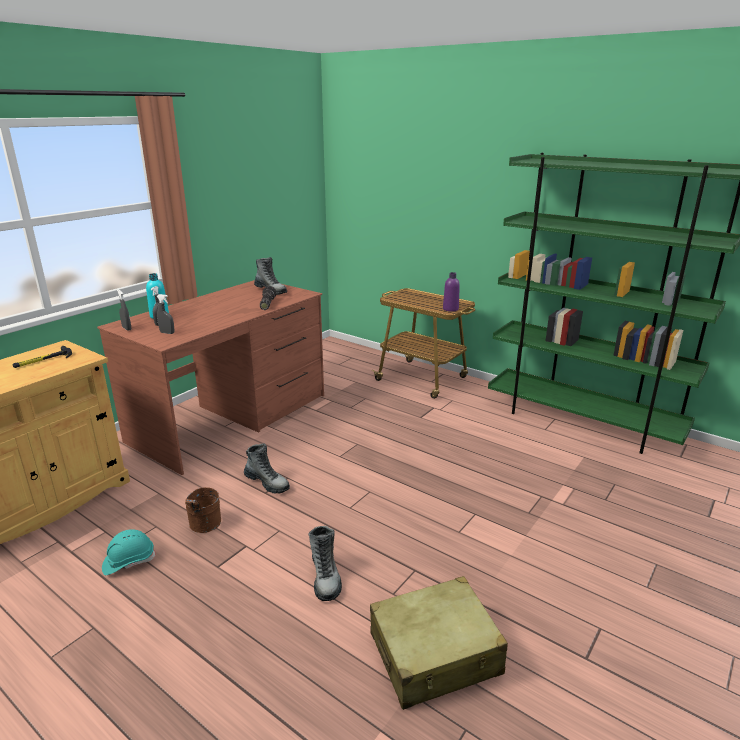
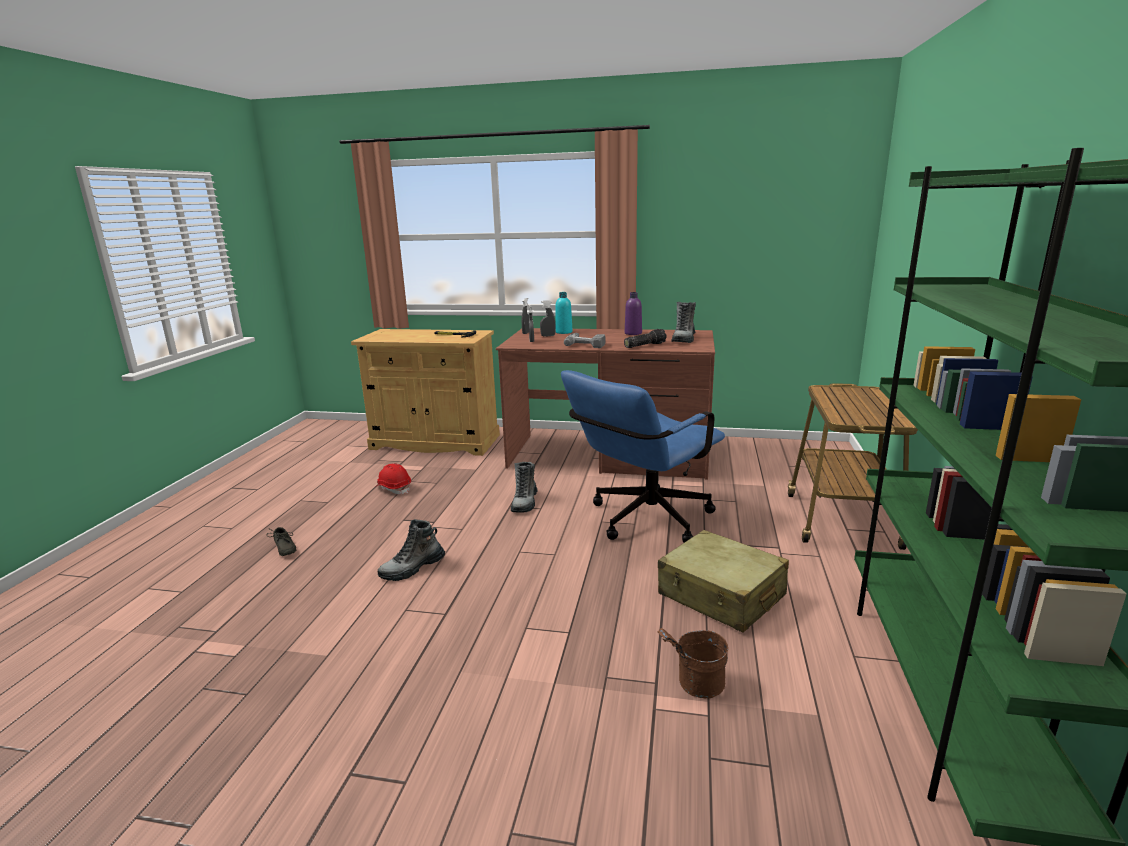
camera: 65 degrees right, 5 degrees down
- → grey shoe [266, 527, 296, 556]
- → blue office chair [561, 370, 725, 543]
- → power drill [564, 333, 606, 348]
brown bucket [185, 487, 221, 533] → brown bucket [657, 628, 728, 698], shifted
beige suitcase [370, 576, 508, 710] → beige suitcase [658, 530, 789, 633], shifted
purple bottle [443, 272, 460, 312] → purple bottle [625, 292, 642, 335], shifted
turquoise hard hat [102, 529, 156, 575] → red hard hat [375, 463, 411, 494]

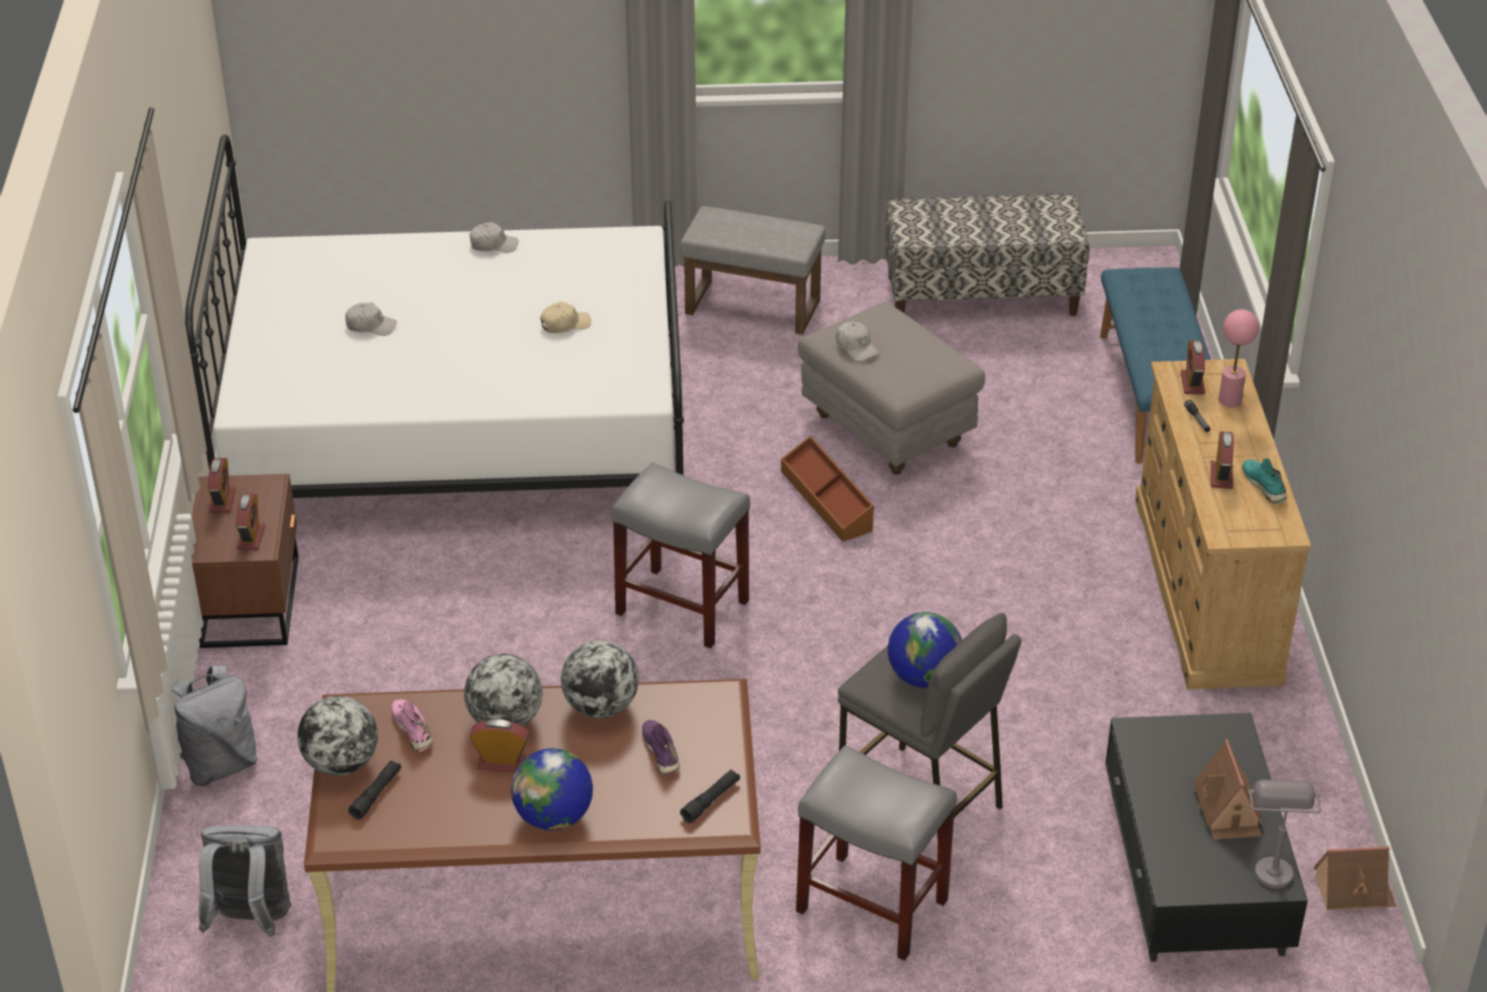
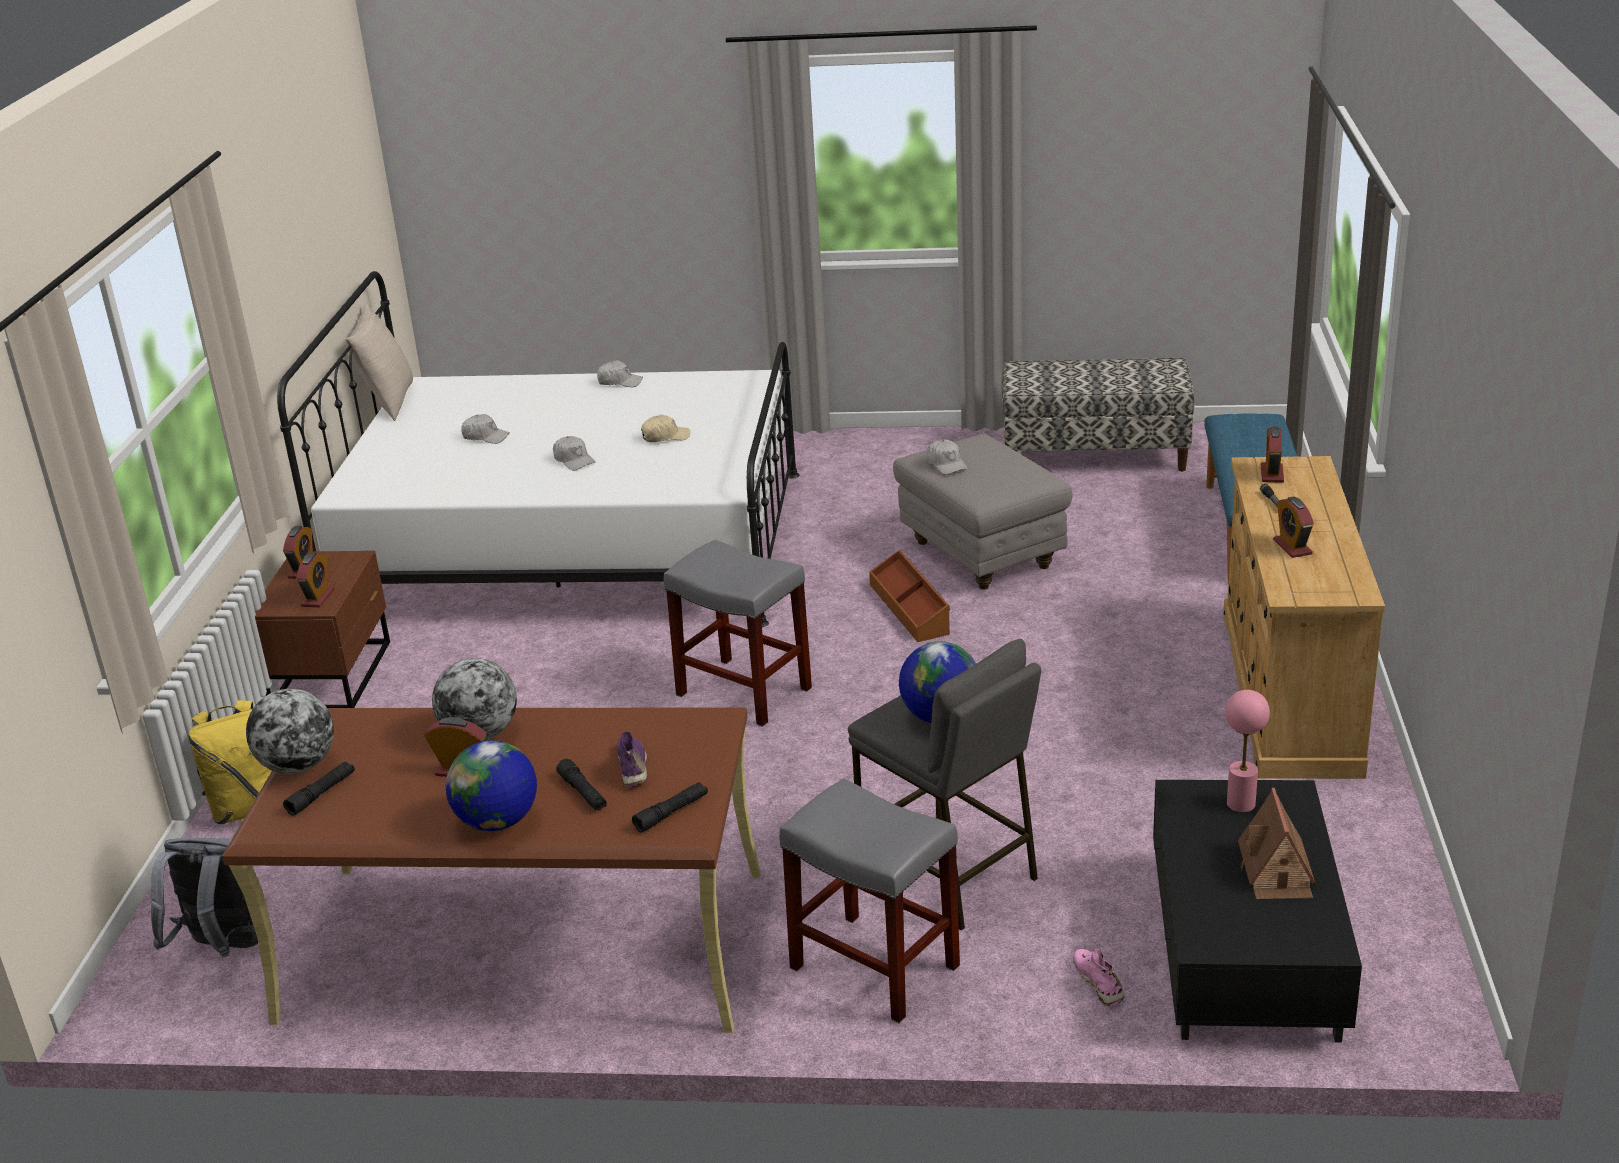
camera: 10 degrees right, 10 degrees down
globe [561, 640, 639, 718] → -
grey ottoman [680, 206, 825, 335] → -
turquoise shoe [1242, 458, 1287, 504] → -
grey table lamp [1248, 780, 1321, 889] → -
toy house [1313, 846, 1397, 914] → -
- → beige pillow [346, 304, 413, 421]
- → white cap [553, 436, 596, 471]
- → black flashlight [556, 759, 607, 811]
pink shoe [391, 700, 433, 752] → pink shoe [1073, 949, 1125, 1006], shifted
pink table lamp [1218, 309, 1259, 407] → pink table lamp [1225, 690, 1270, 812], shifted
grey backpack [171, 665, 258, 786] → yellow backpack [189, 700, 272, 824]
alarm clock [1211, 431, 1234, 489] → alarm clock [1273, 496, 1314, 558], 150 degrees clockwise

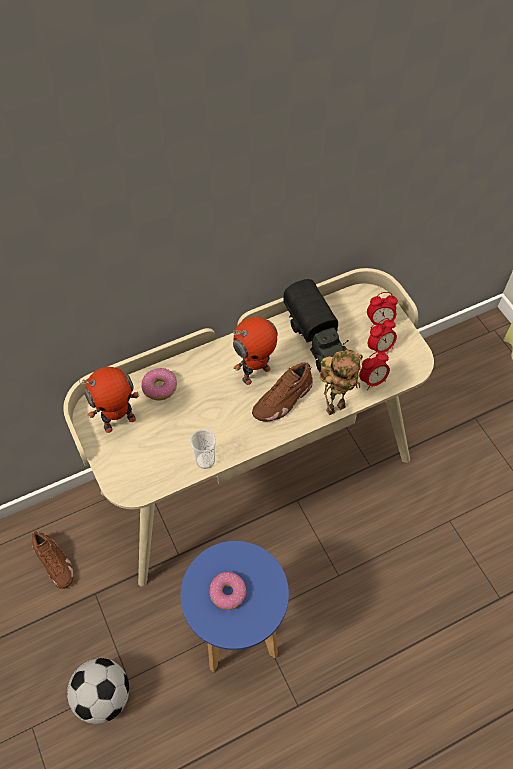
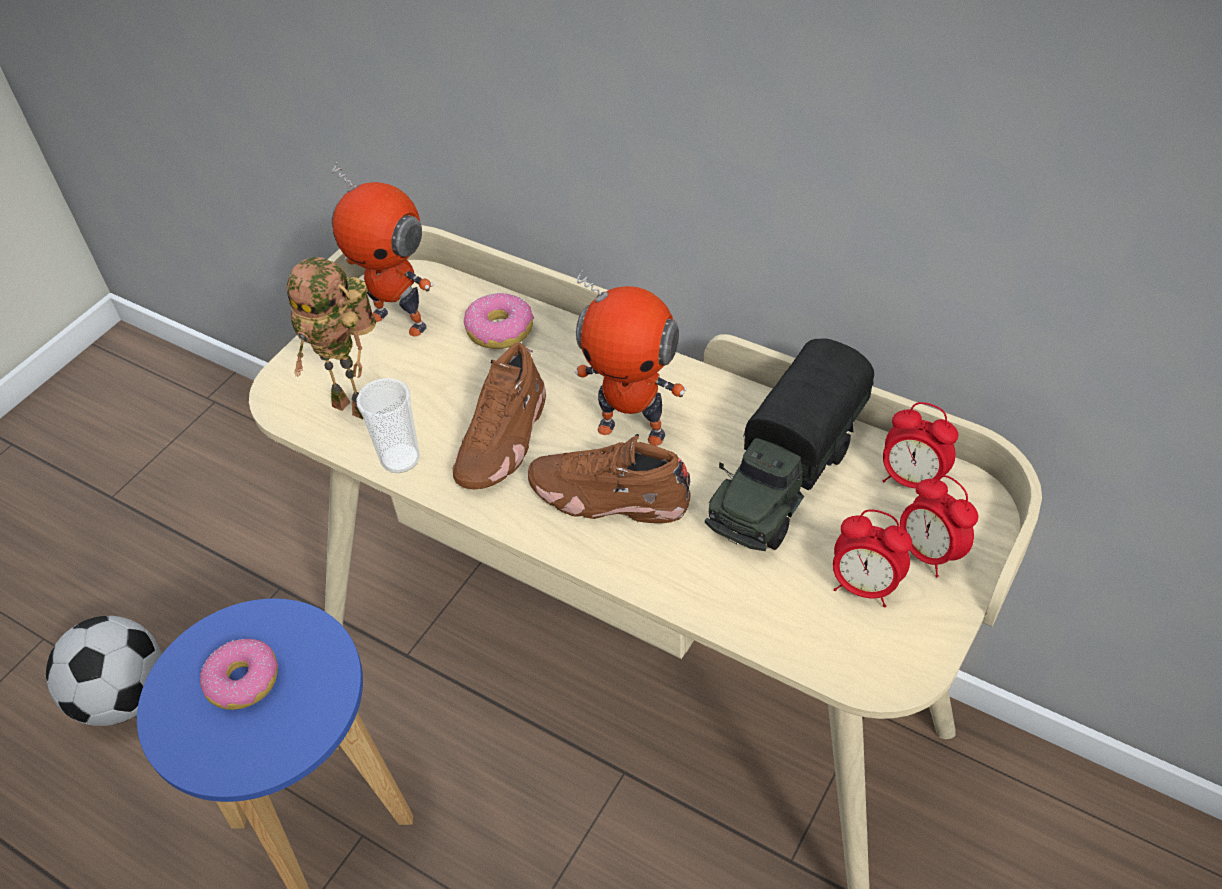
camera: 60 degrees right, 10 degrees down
brown shoe [32, 531, 74, 589] → brown shoe [453, 342, 546, 489], shifted
toy robot [319, 350, 363, 415] → toy robot [287, 257, 376, 419], shifted
alarm clock [359, 351, 390, 390] → alarm clock [883, 402, 958, 489], shifted

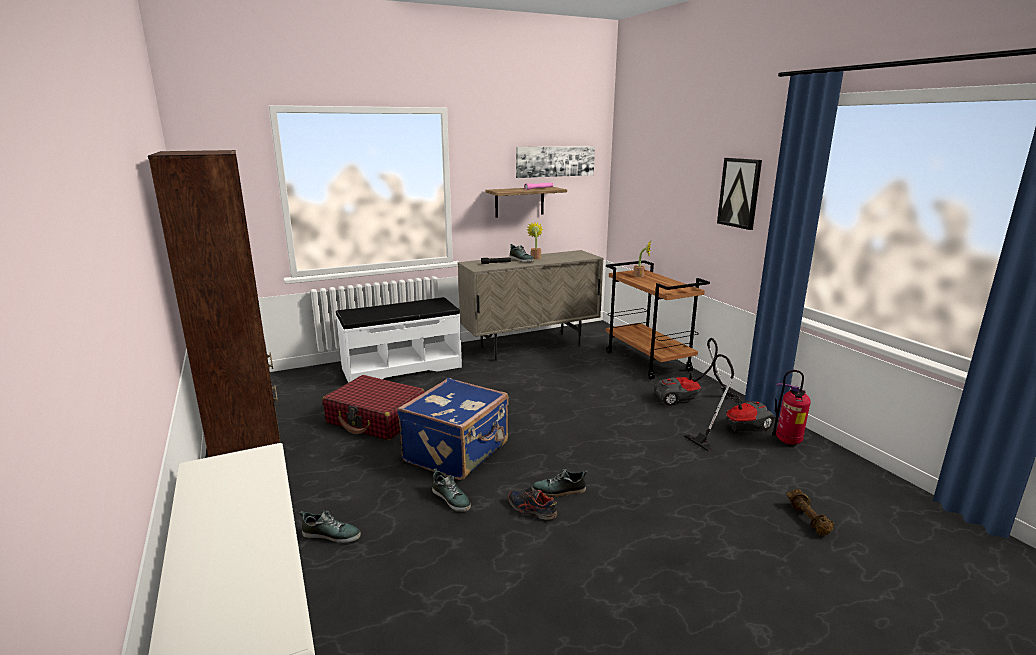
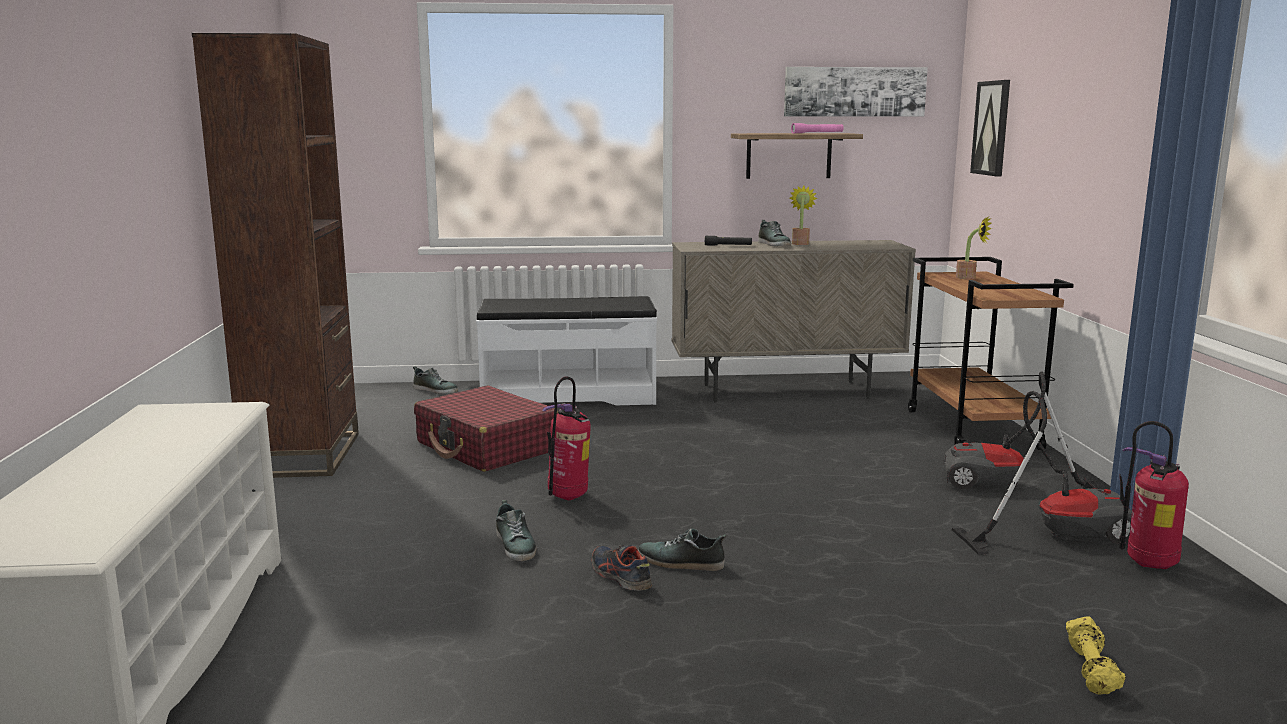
camera: 20 degrees right, 5 degrees down
shoe [300, 510, 361, 543] → shoe [413, 366, 458, 394], shifted
picture [717, 158, 762, 230] → picture [970, 80, 1010, 176], shifted
blue suitcase [397, 378, 509, 480] → fire extinguisher [542, 376, 591, 500]
brown dumbbell [787, 489, 834, 535] → yellow dumbbell [1066, 616, 1126, 695]

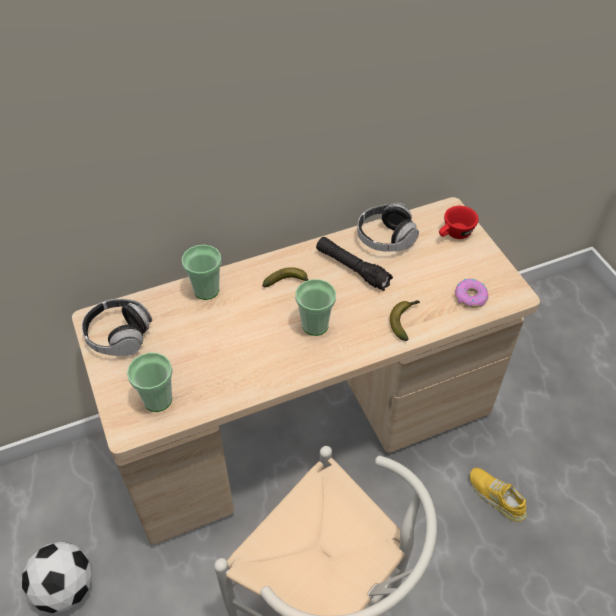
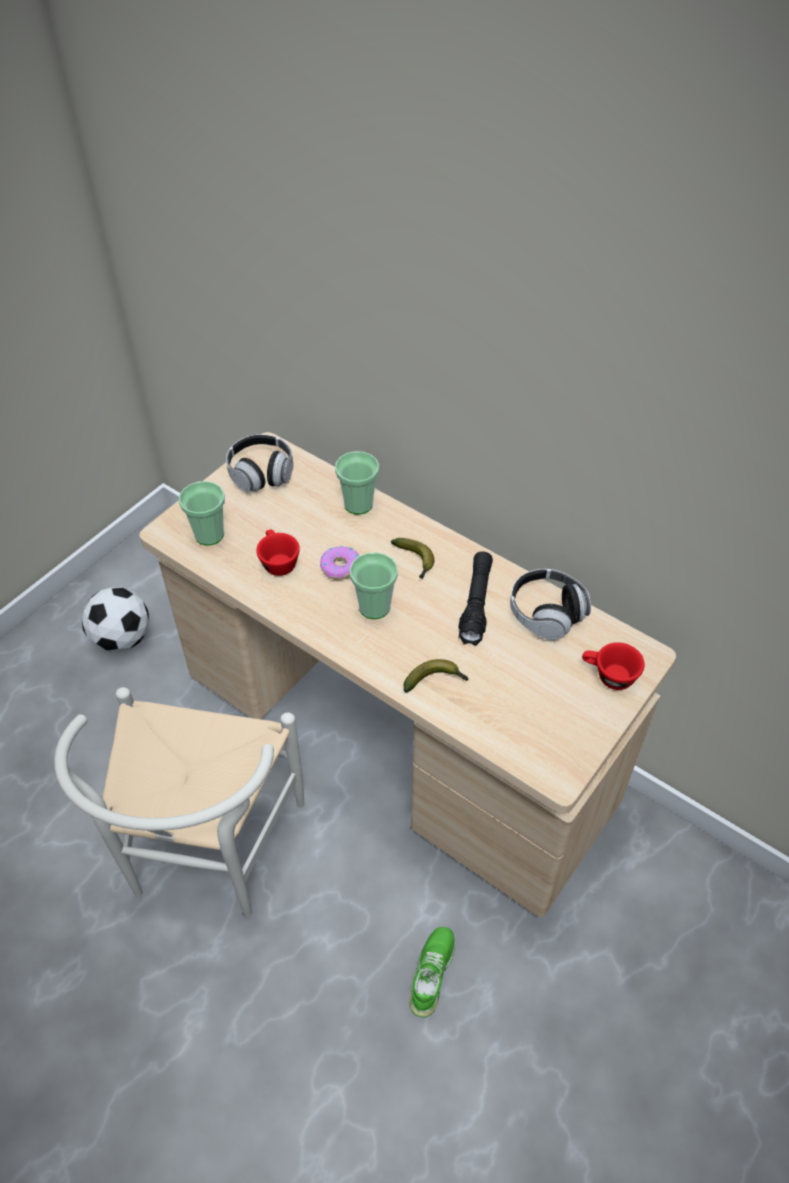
camera: 60 degrees right, 0 degrees up
- → red cup [256, 530, 300, 576]
donut [455, 279, 488, 308] → donut [320, 545, 359, 580], shifted
yellow shoe [470, 468, 527, 522] → green shoe [409, 927, 455, 1018]

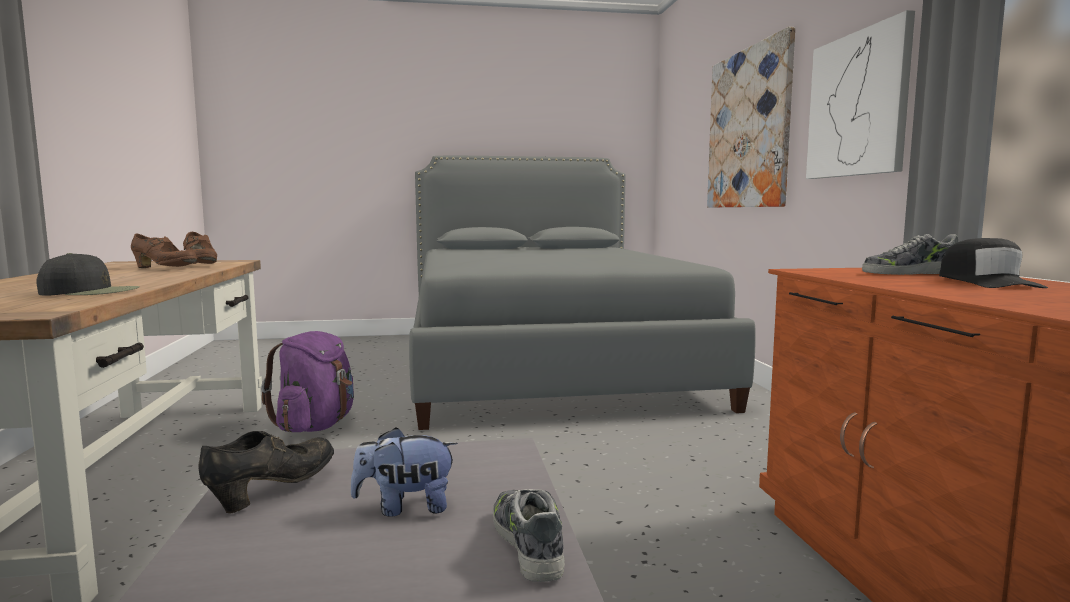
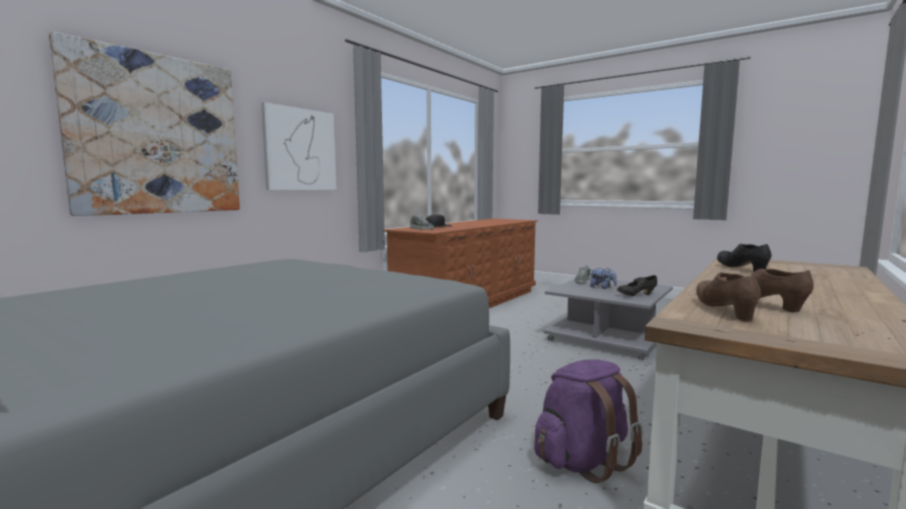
camera: 135 degrees left, 0 degrees up
black cap [37, 253, 139, 295] → black shoe [717, 244, 771, 272]

